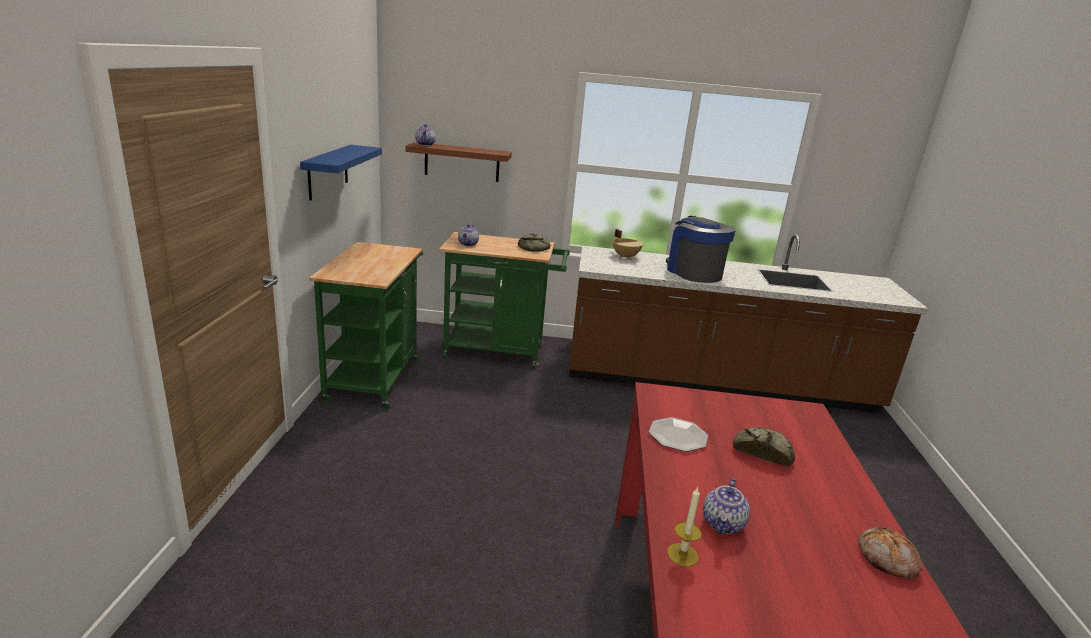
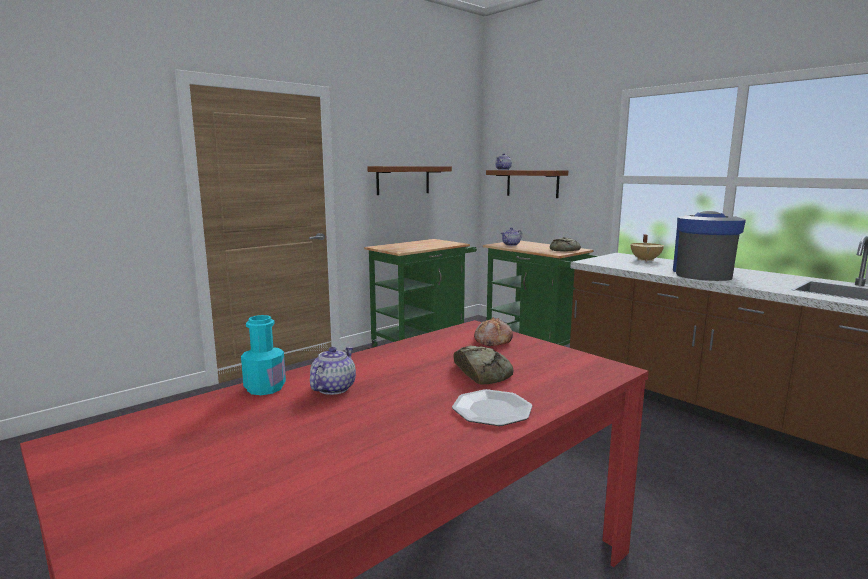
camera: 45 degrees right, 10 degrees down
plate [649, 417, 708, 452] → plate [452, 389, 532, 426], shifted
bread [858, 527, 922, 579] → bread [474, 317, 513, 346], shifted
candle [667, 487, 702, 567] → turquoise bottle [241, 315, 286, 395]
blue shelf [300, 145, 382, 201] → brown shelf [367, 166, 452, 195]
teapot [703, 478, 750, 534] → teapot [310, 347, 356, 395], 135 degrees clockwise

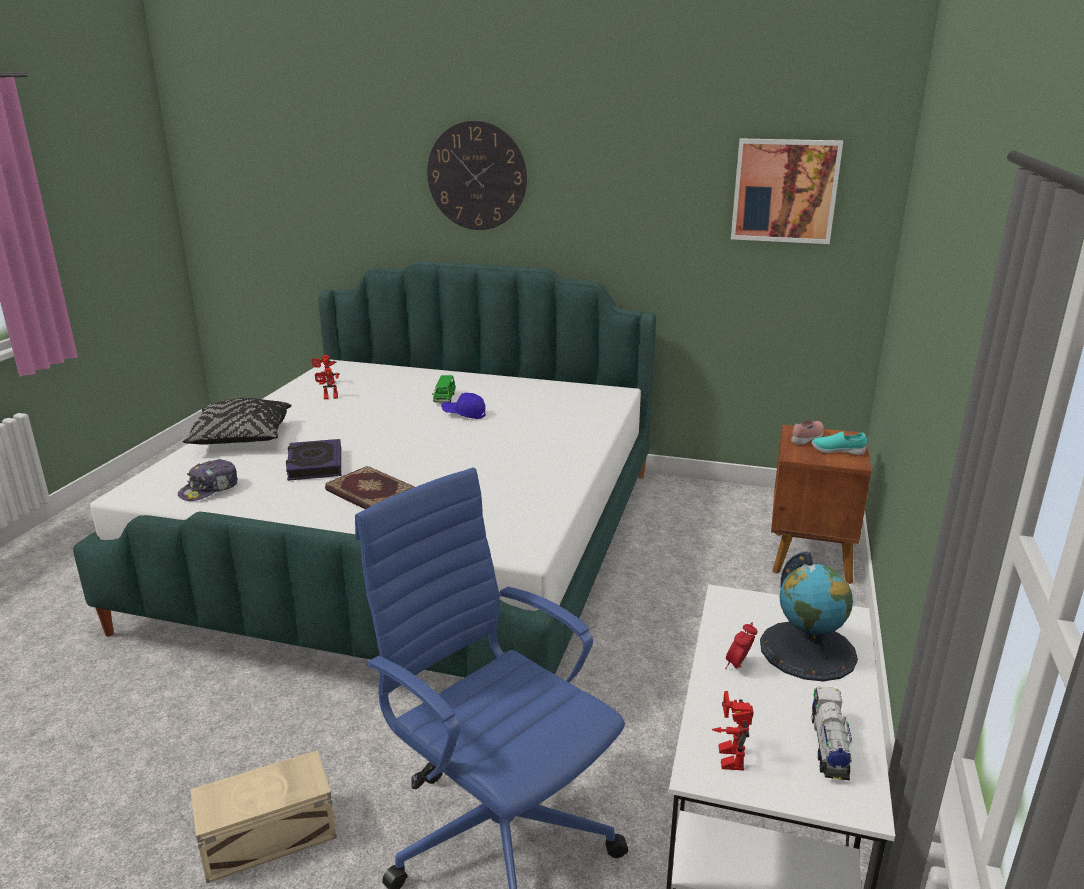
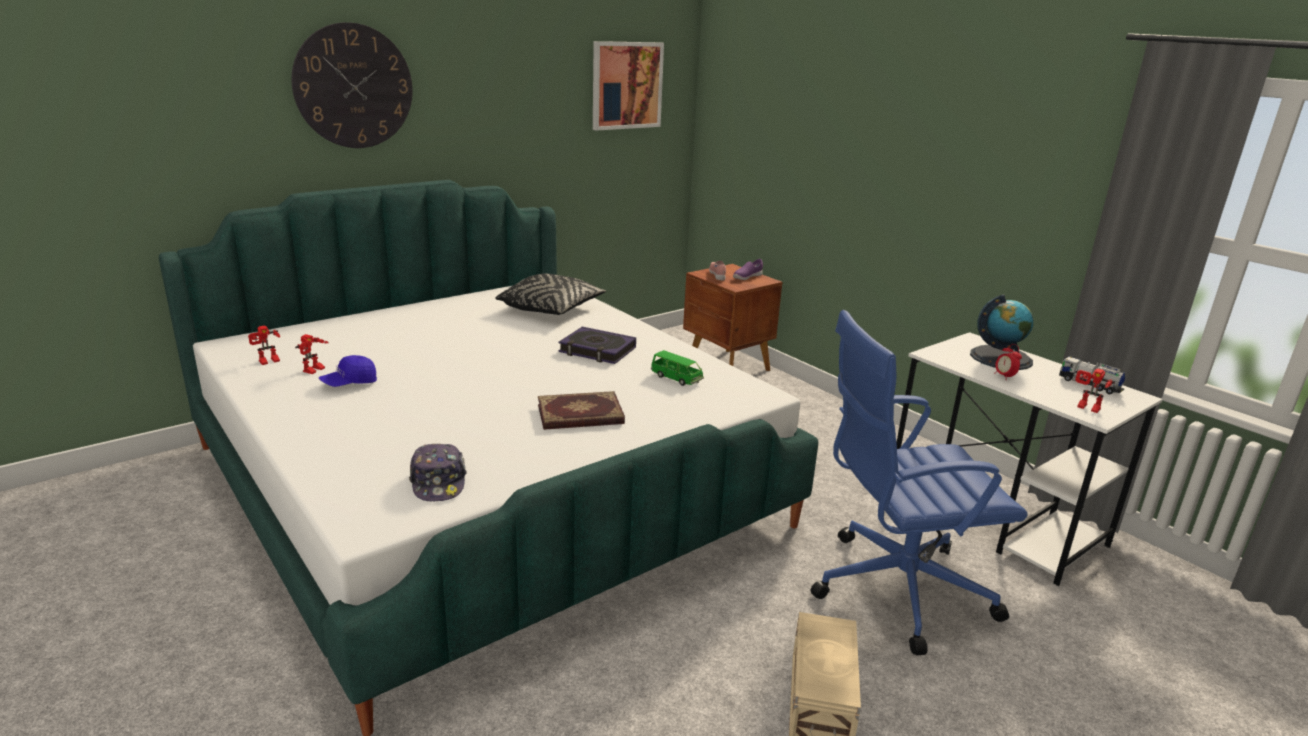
camera: 55 degrees left, 0 degrees up
black pillow [182, 398, 292, 444] → black pillow [495, 273, 606, 315], shifted
book [286, 439, 341, 481] → book [559, 327, 636, 364], shifted
green toy car [432, 375, 456, 403] → green toy car [651, 350, 704, 386], shifted
blue cap [441, 393, 485, 419] → blue cap [319, 355, 377, 387], shifted
turquoise shoe [811, 431, 867, 455] → purple shoe [733, 259, 763, 280]

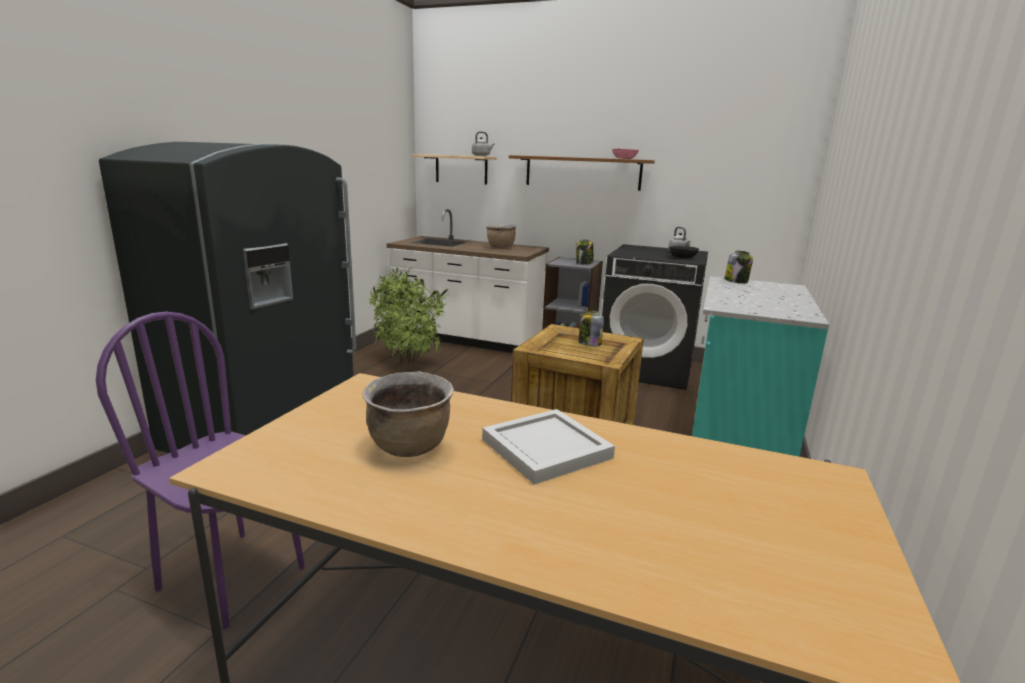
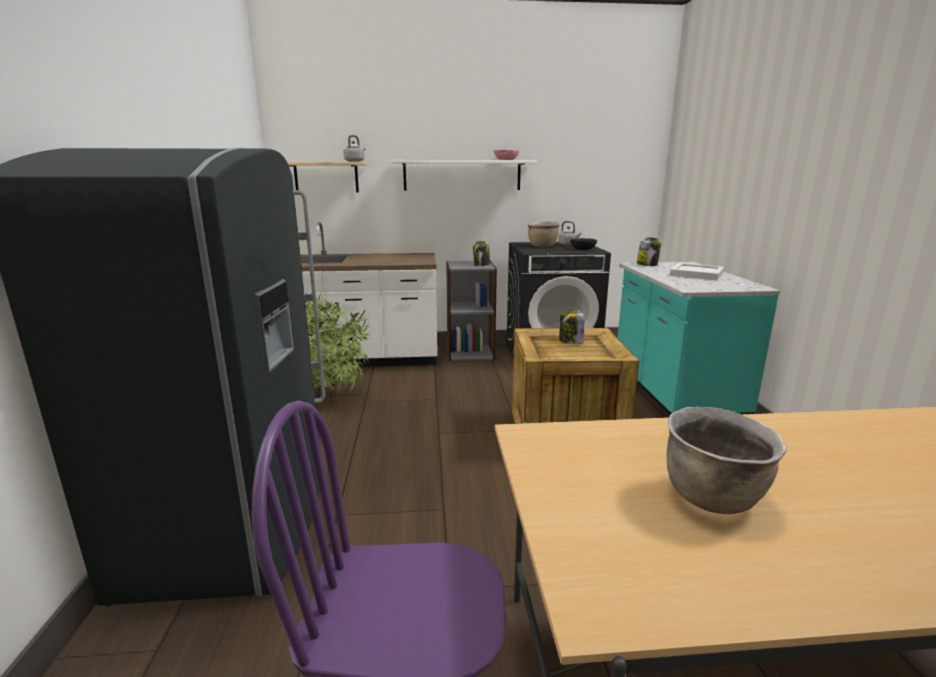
camera: 25 degrees left, 0 degrees up
white tray [482, 409, 615, 485] → white tray [670, 263, 724, 280], shifted
brown cooking pot [486, 224, 516, 249] → brown cooking pot [528, 221, 560, 247], shifted
brown shelf [509, 155, 655, 191] → white shelf [391, 160, 537, 190]

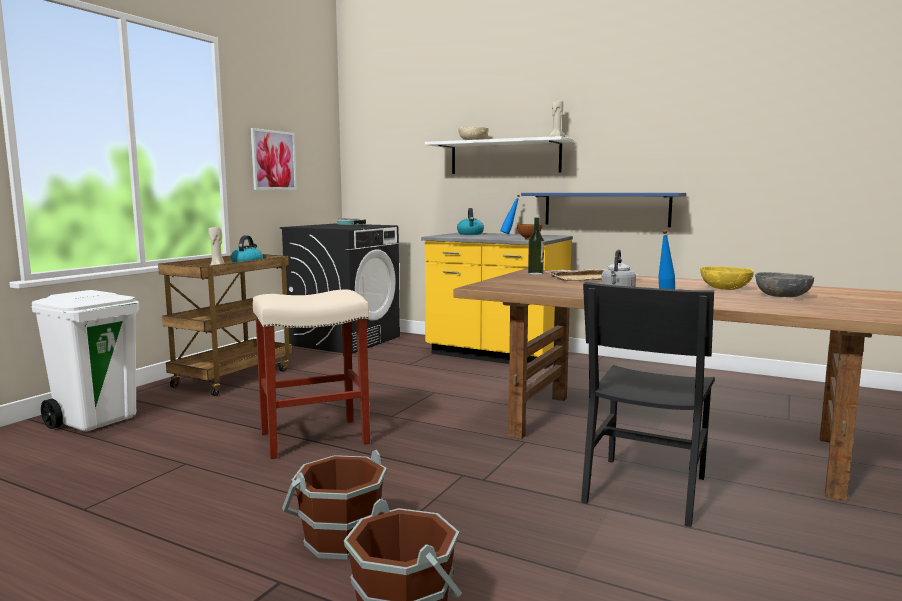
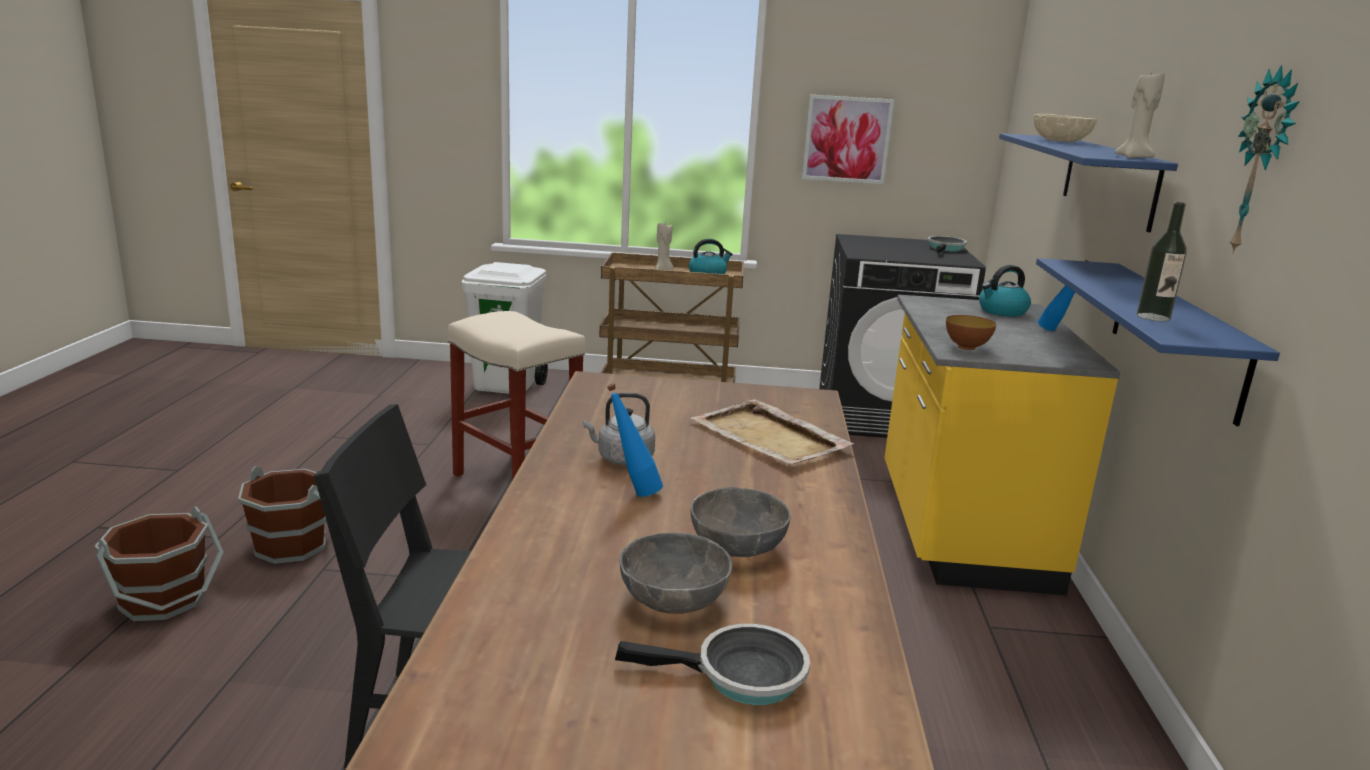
camera: 65 degrees right, 10 degrees up
- → frying pan [615, 624, 810, 705]
- → wall clock [1230, 65, 1300, 254]
bottle [528, 217, 544, 275] → bottle [1137, 202, 1187, 322], shifted
white shelf [425, 136, 574, 174] → blue shelf [999, 133, 1178, 232]
yellow bowl [700, 266, 754, 290] → grey bowl [691, 486, 791, 557]

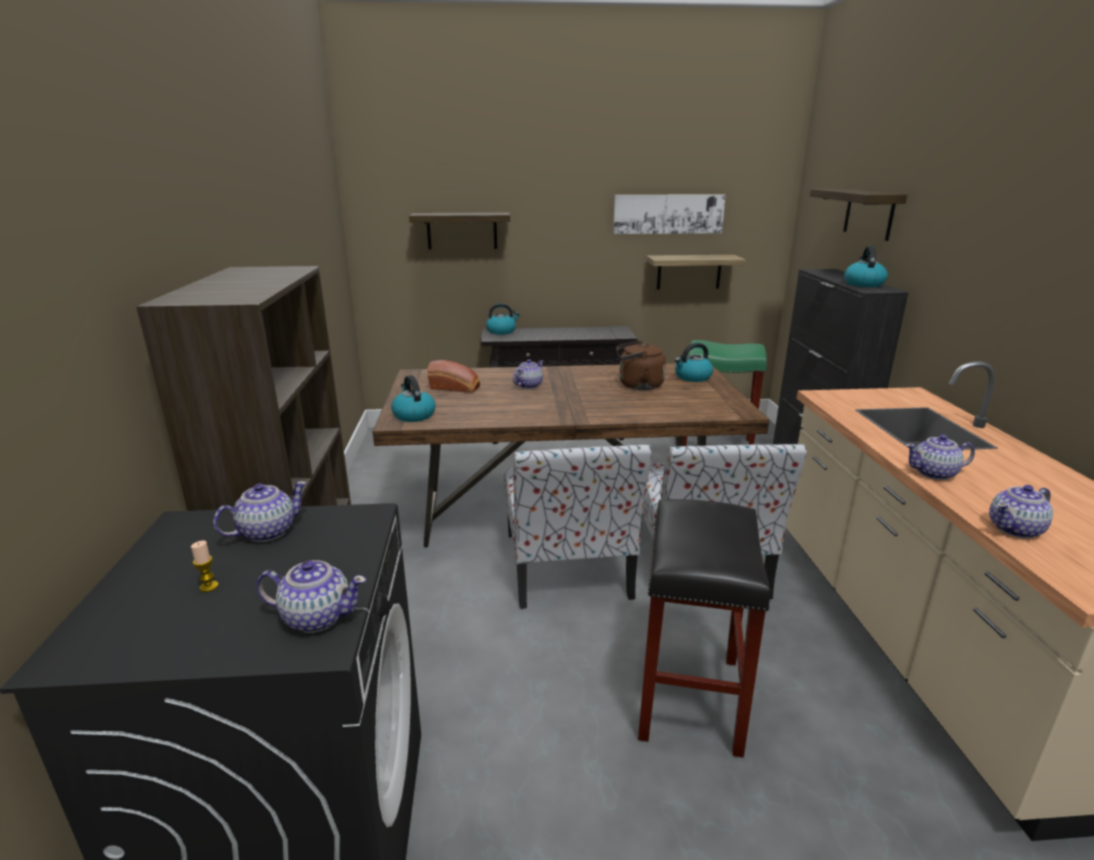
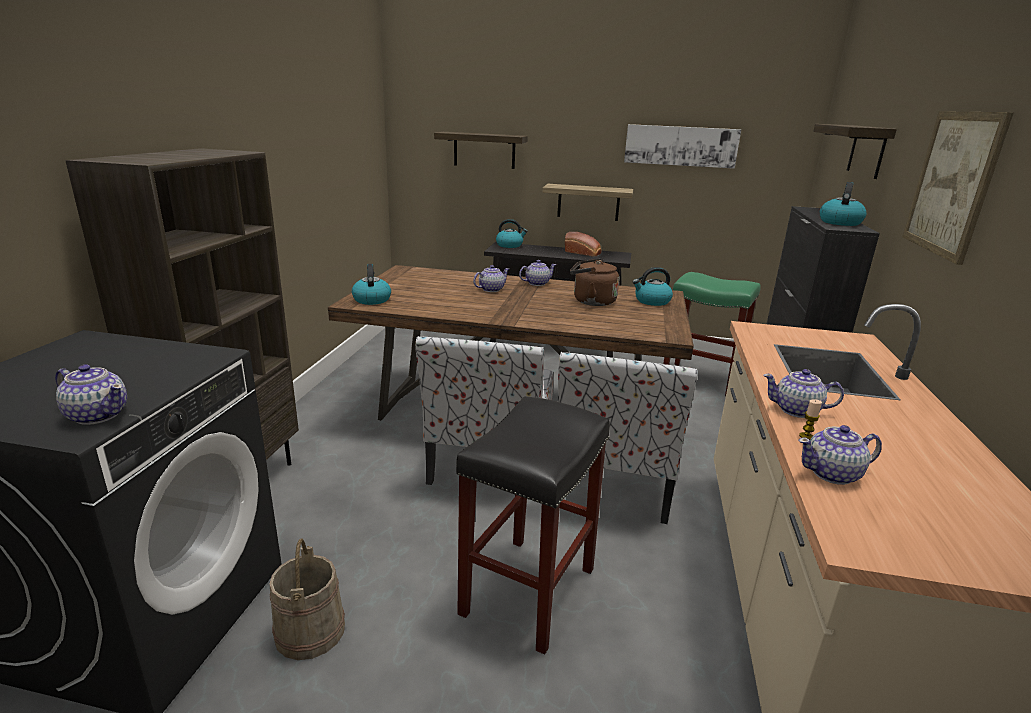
camera: 15 degrees right, 0 degrees up
- → beige bucket [270, 538, 345, 660]
- → picture [902, 111, 1014, 265]
candle [191, 541, 219, 592] → candle [799, 399, 822, 440], shifted
teapot [213, 481, 307, 542] → teapot [519, 260, 556, 286], shifted
bread [427, 360, 480, 393] → bread [565, 232, 602, 257], shifted
shelf [646, 255, 746, 289] → shelf [543, 184, 633, 221], shifted

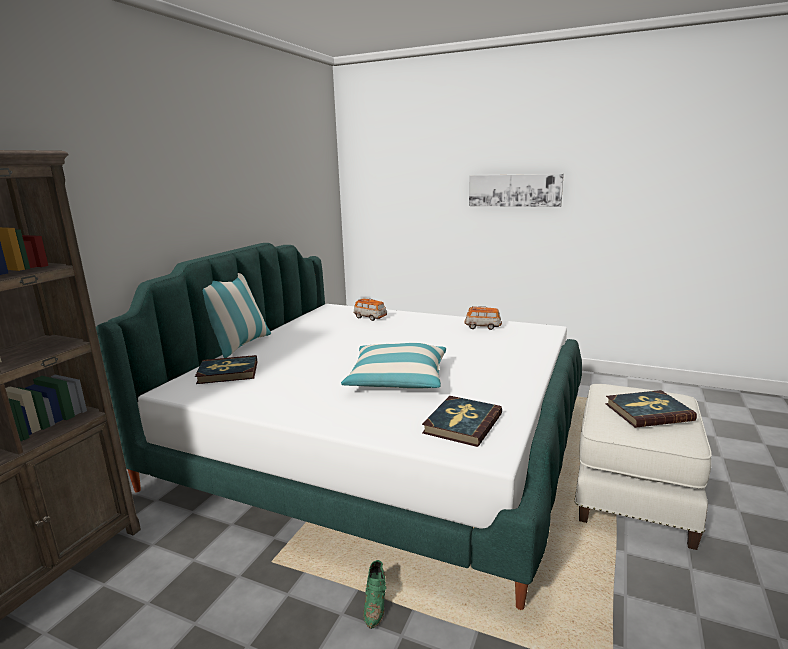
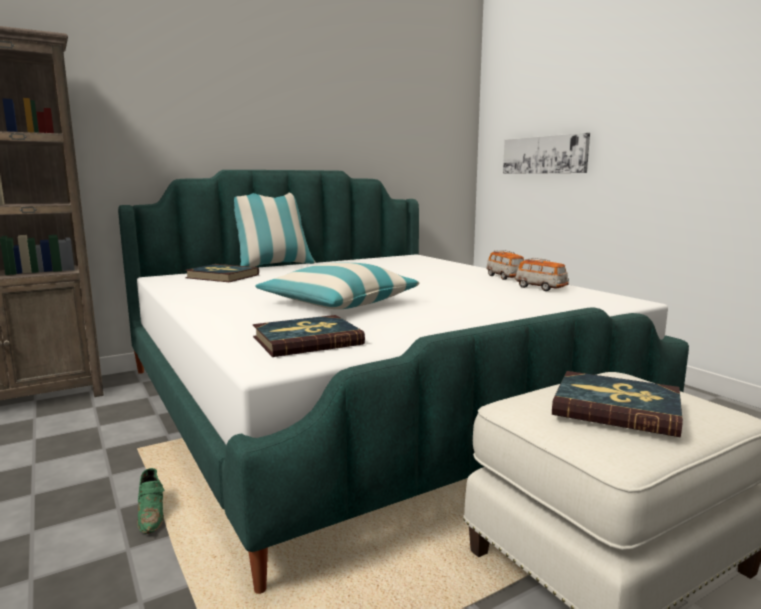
camera: 35 degrees right, 5 degrees down
toy car [353, 298, 387, 321] → toy car [486, 250, 524, 280], shifted
picture [469, 174, 564, 207] → picture [503, 133, 590, 174], shifted
green shoe [363, 560, 387, 629] → green shoe [137, 468, 164, 534], 60 degrees counterclockwise

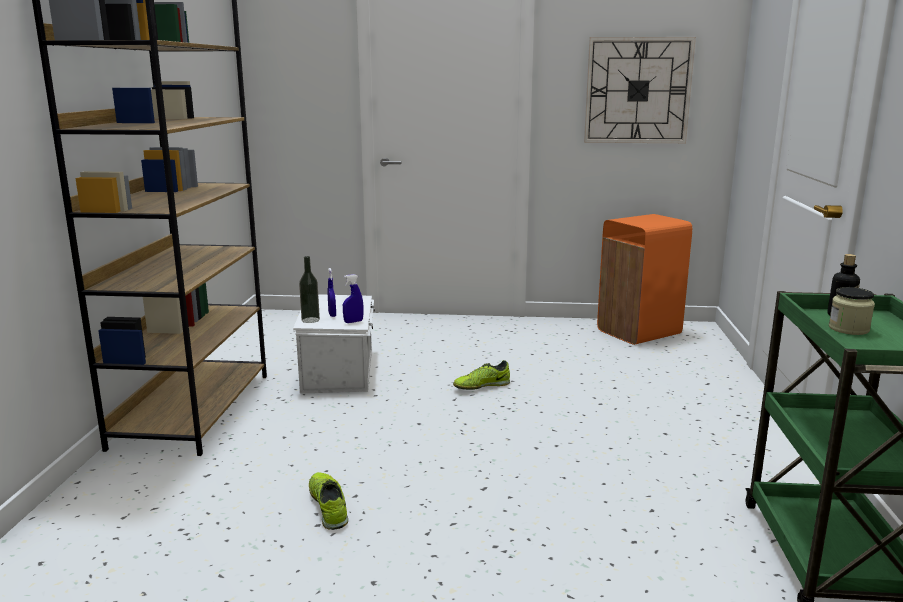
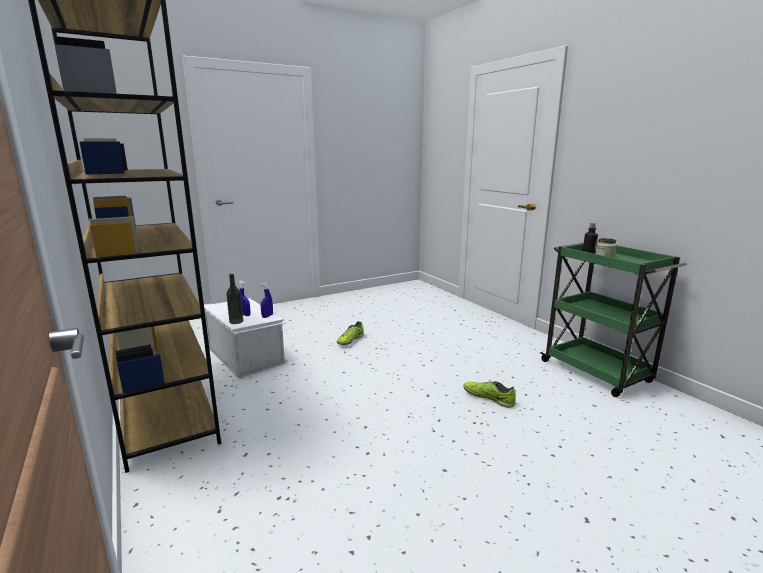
camera: 35 degrees left, 0 degrees up
wall clock [584, 37, 696, 143] → -
orange trash can [597, 214, 692, 345] → -
shoe [309, 472, 348, 530] → shoe [463, 381, 516, 408], shifted

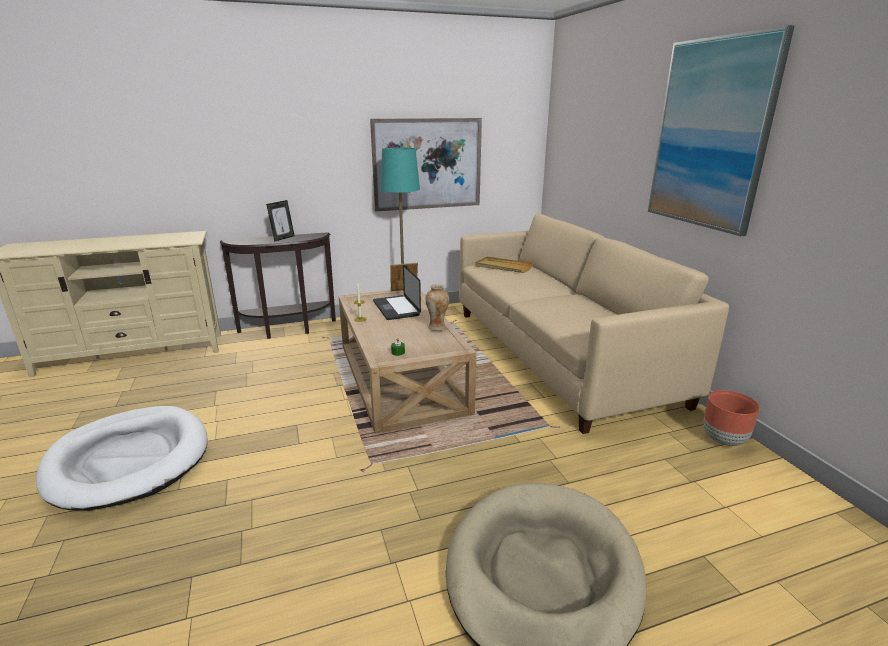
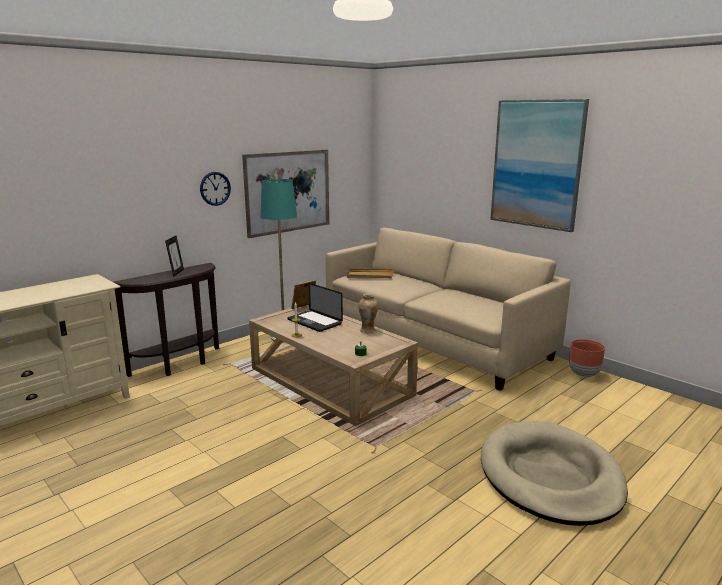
camera: 25 degrees left, 5 degrees down
white dog bed [36, 406, 208, 511] → -
- → wall clock [200, 172, 231, 206]

